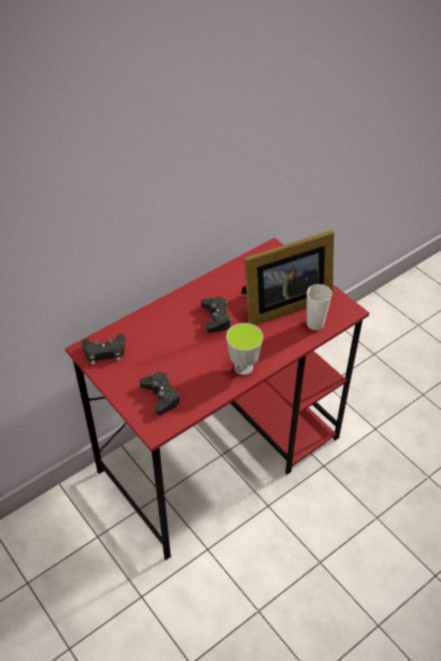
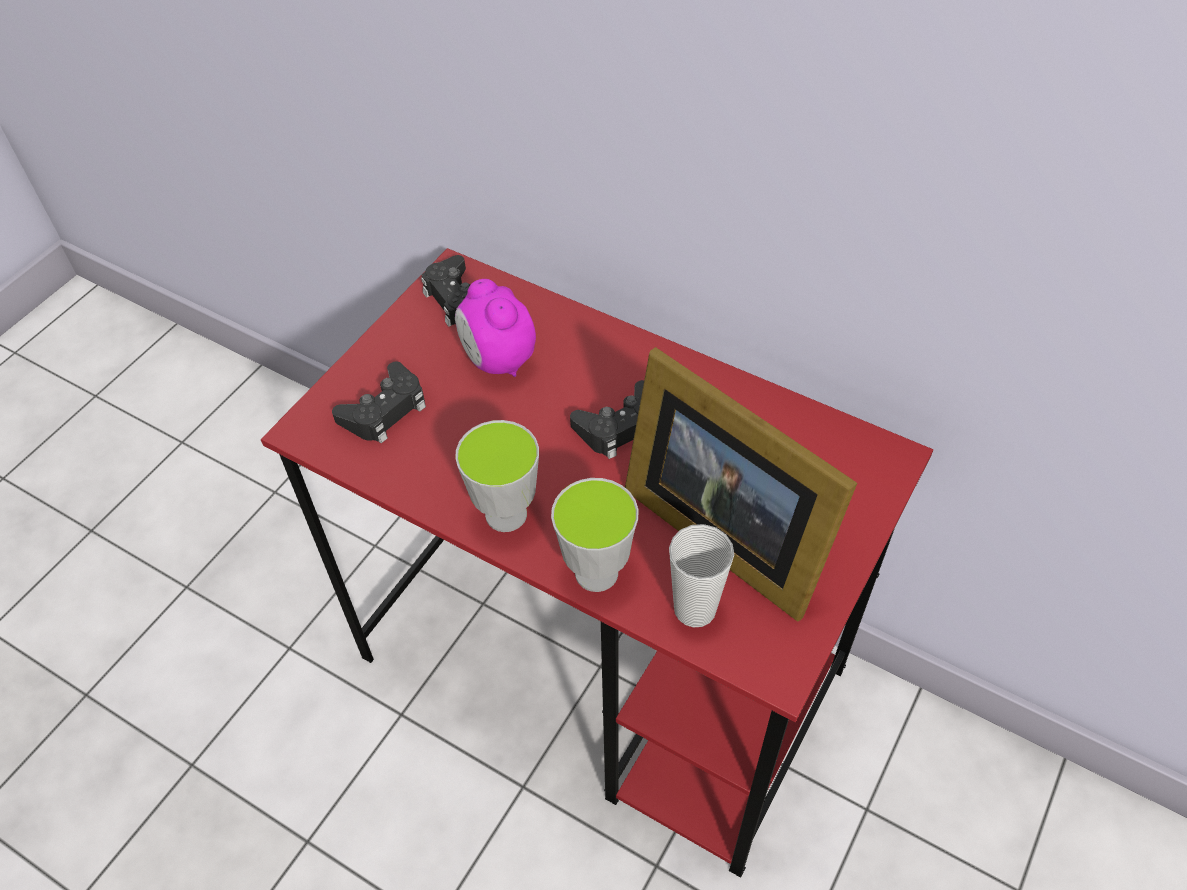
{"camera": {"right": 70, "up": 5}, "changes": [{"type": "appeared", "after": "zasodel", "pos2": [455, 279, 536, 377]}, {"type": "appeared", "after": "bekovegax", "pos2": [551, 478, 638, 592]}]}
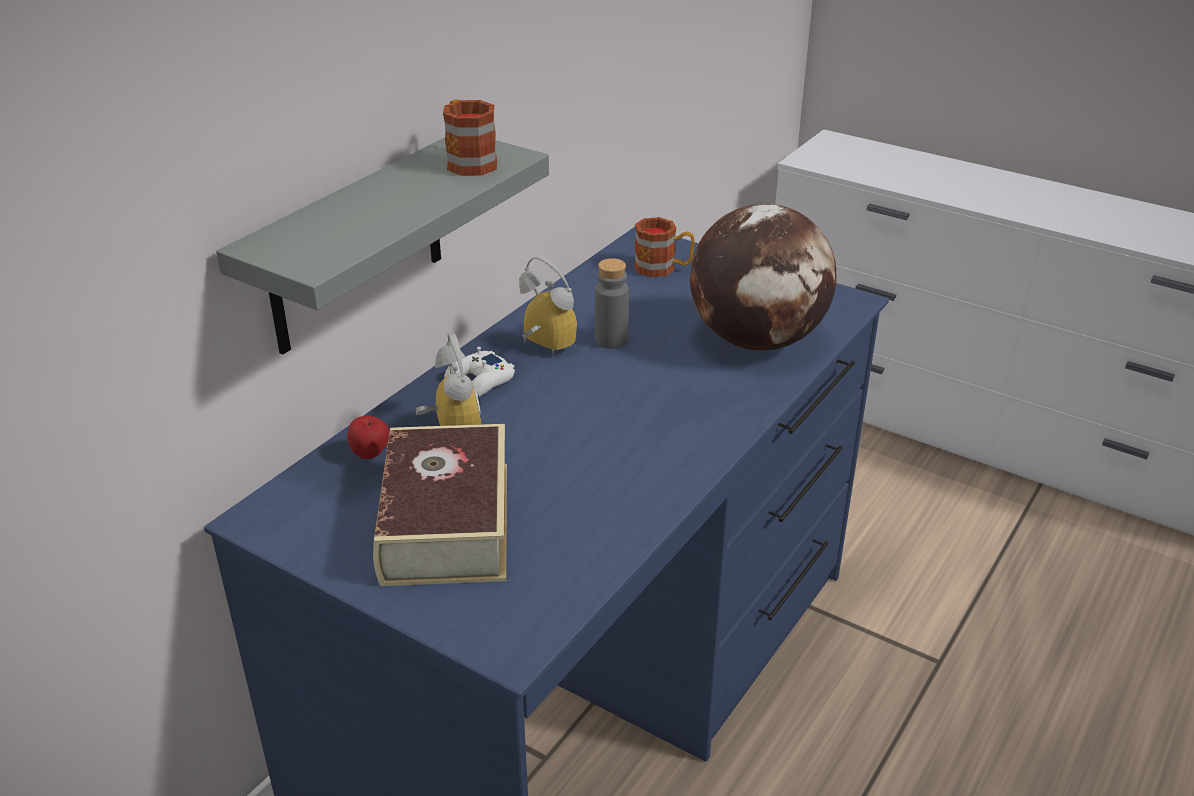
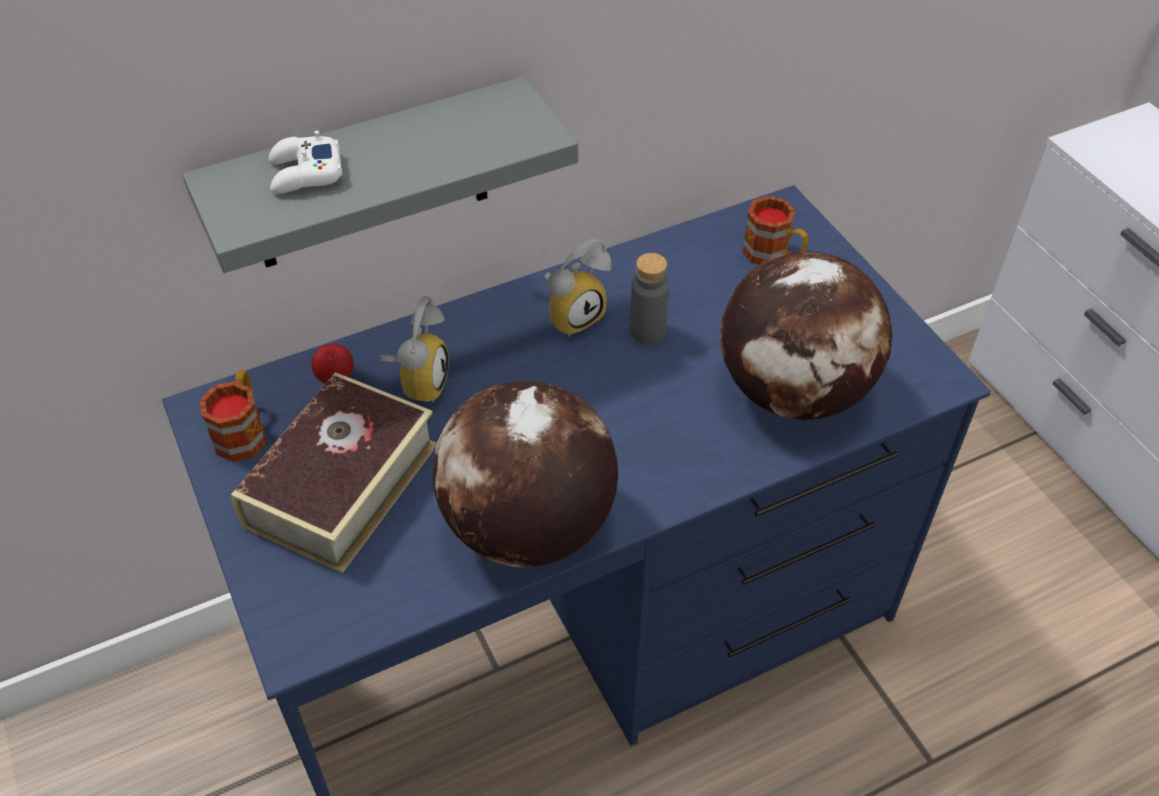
{"camera": {"right": 30, "up": 15}, "changes": [{"type": "relocated", "before": "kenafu", "pos1": [443, 99, 497, 176], "pos2": [200, 370, 266, 462]}, {"type": "relocated", "before": "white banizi", "pos1": [444, 347, 515, 397], "pos2": [268, 130, 343, 194]}, {"type": "spun", "before": "zasodel", "pos1": [519, 256, 577, 355], "pos2": [545, 239, 611, 337], "turn": 75}, {"type": "appeared", "after": "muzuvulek", "pos2": [433, 381, 618, 568]}]}
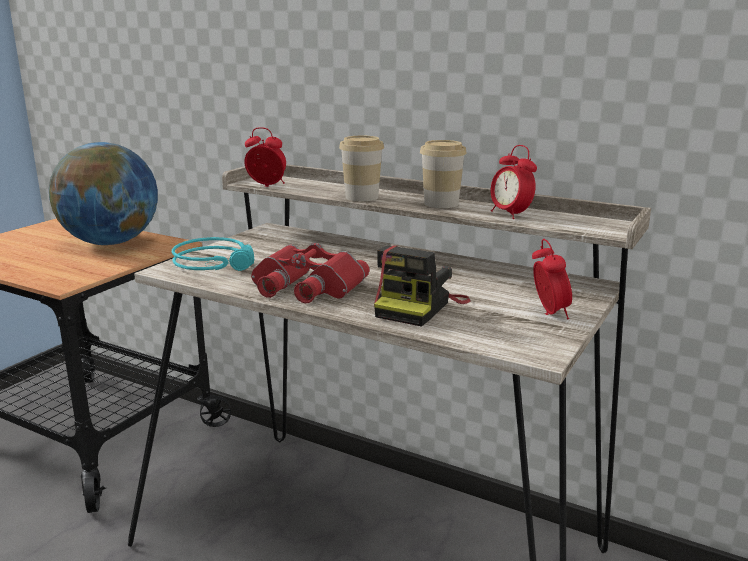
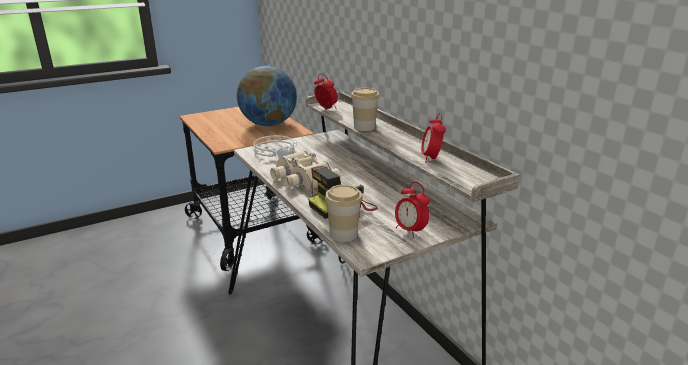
{"camera": {"right": 30, "up": 5}, "changes": [{"type": "colour", "before": "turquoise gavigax", "after": "grey gavigax", "pos1": [172, 237, 254, 271], "pos2": [253, 135, 297, 158]}, {"type": "colour", "before": "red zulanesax", "after": "beige zulanesax", "pos1": [251, 243, 370, 304], "pos2": [270, 150, 341, 190]}, {"type": "relocated", "before": "bekovegax", "pos1": [420, 140, 467, 208], "pos2": [325, 185, 363, 242]}, {"type": "spun", "before": "zasodel", "pos1": [532, 239, 572, 320], "pos2": [395, 182, 430, 238], "turn": 120}]}
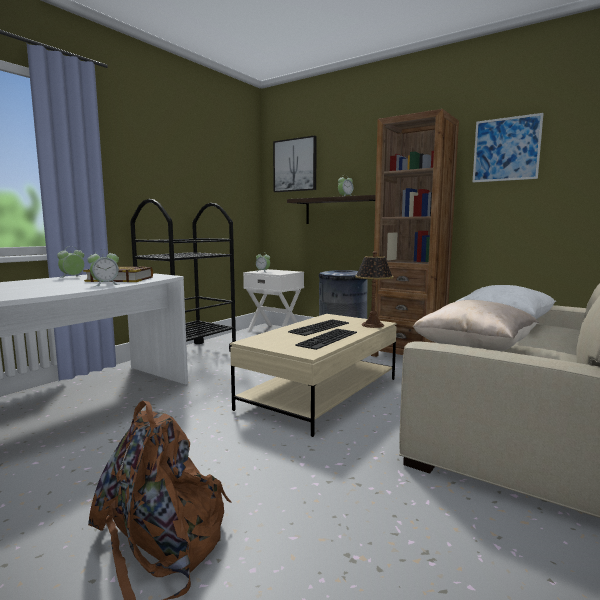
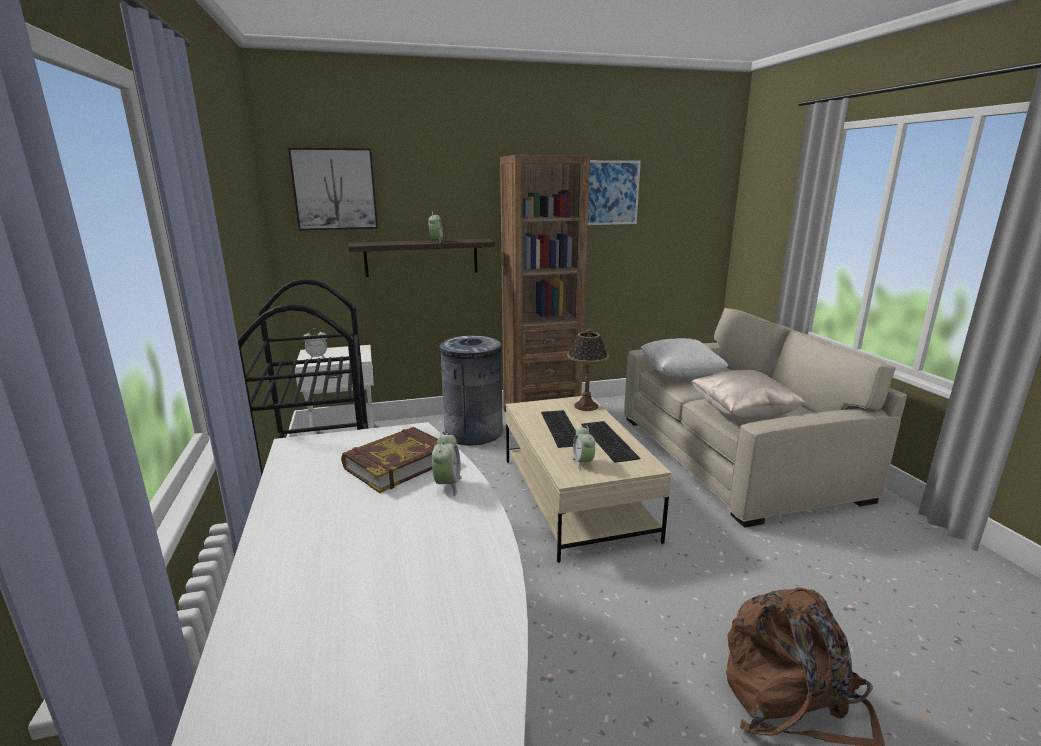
{"camera": {"right": -50, "up": 10}, "changes": [{"type": "relocated", "before": "zasodel", "pos1": [57, 246, 84, 278], "pos2": [572, 426, 595, 471]}]}
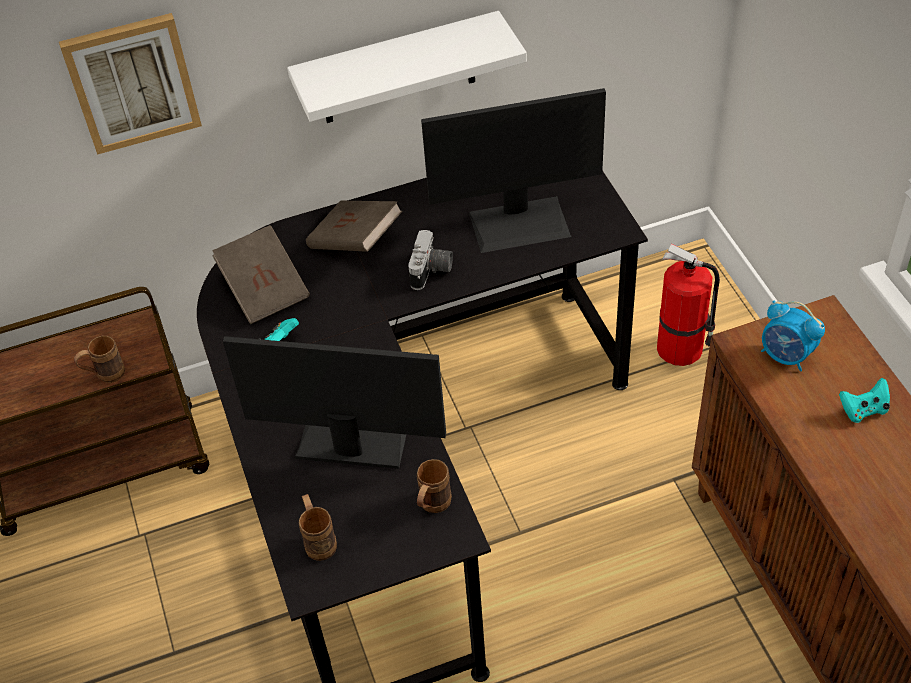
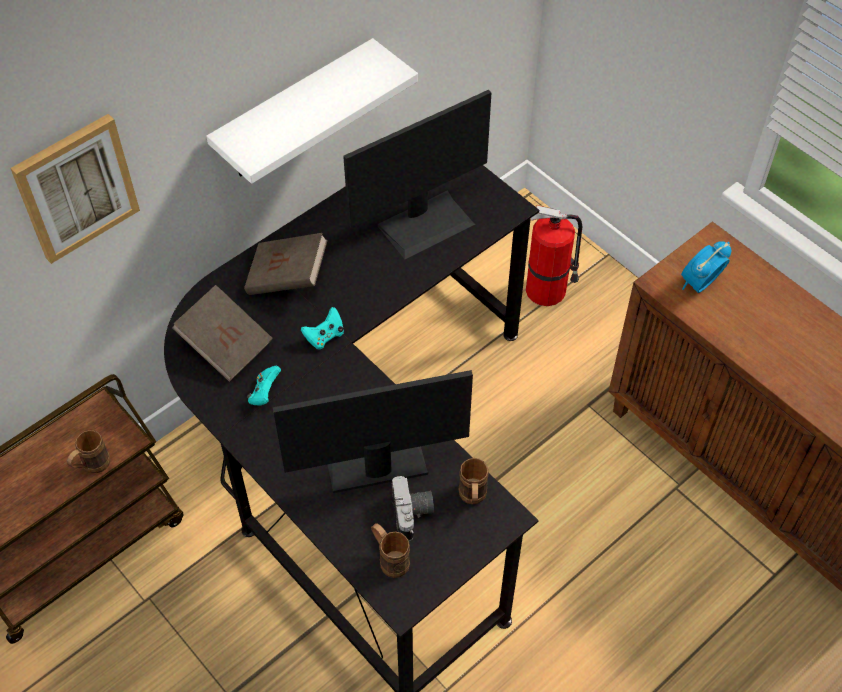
{"camera": {"right": -25, "up": 5}, "changes": [{"type": "relocated", "before": "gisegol", "pos1": [408, 230, 453, 290], "pos2": [392, 476, 434, 541]}, {"type": "spun", "before": "zasodel", "pos1": [761, 301, 825, 371], "pos2": [681, 241, 731, 293], "turn": 120}, {"type": "relocated", "before": "turquoise banizi", "pos1": [839, 378, 890, 423], "pos2": [301, 307, 344, 349]}]}
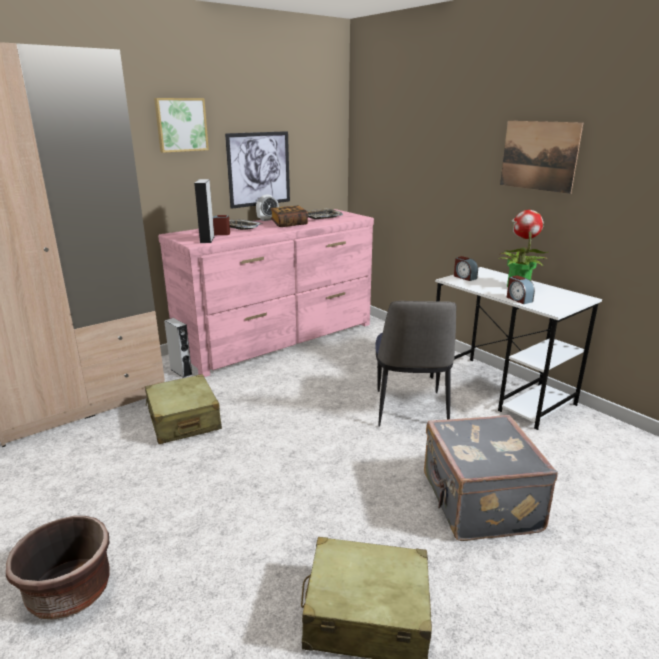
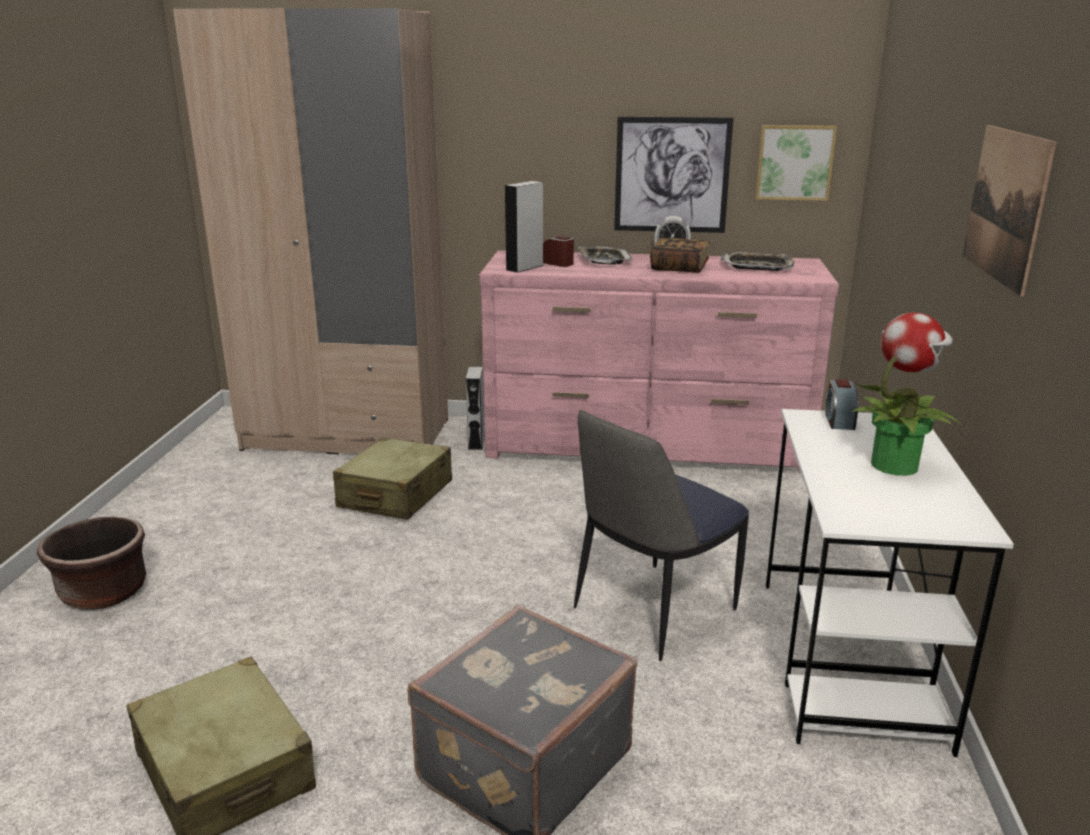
{"camera": {"right": 45, "up": 0}, "changes": [{"type": "relocated", "before": "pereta", "pos1": [154, 98, 209, 153], "pos2": [755, 125, 837, 201]}, {"type": "missing", "before": "zasodel", "pos1": [507, 275, 535, 304]}]}
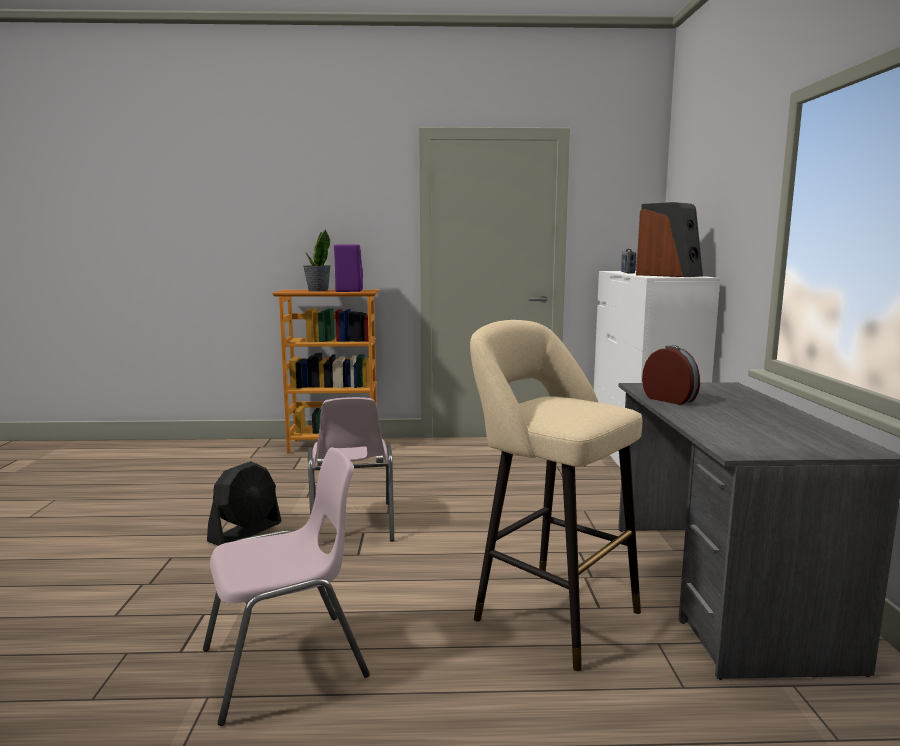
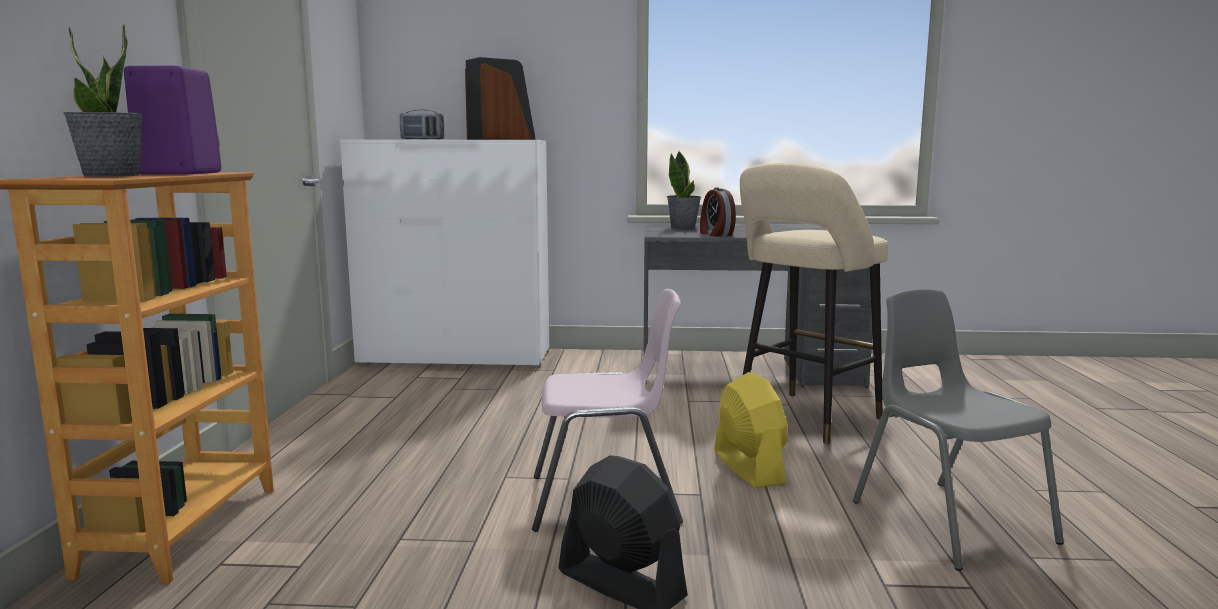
{"camera": {"right": -85, "up": 0}, "changes": [{"type": "colour", "before": "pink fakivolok", "after": "grey fakivolok", "pos1": [203, 447, 370, 726], "pos2": [853, 289, 1064, 571]}, {"type": "spun", "before": "zasodel", "pos1": [642, 345, 700, 405], "pos2": [700, 187, 736, 237], "turn": -75}, {"type": "appeared", "after": "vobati", "pos2": [667, 151, 701, 229]}, {"type": "appeared", "after": "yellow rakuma", "pos2": [714, 372, 788, 488]}]}
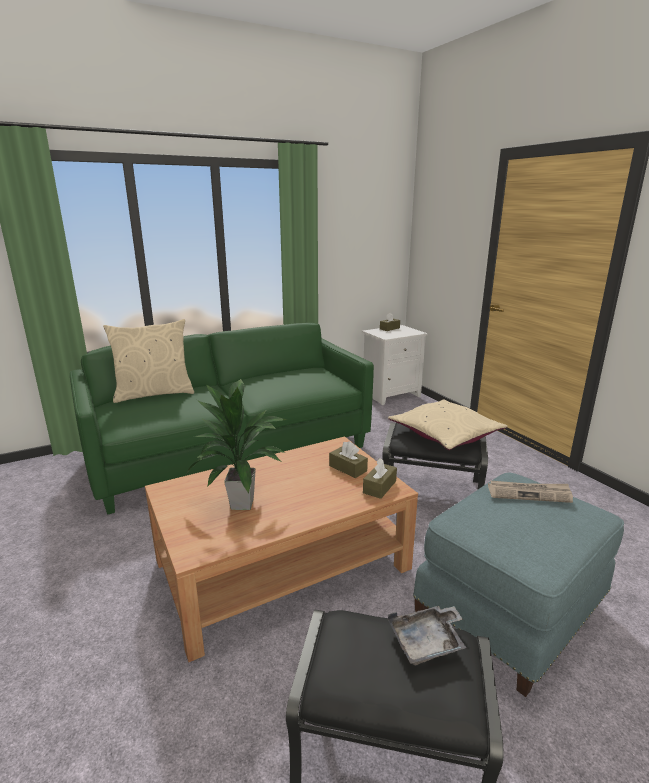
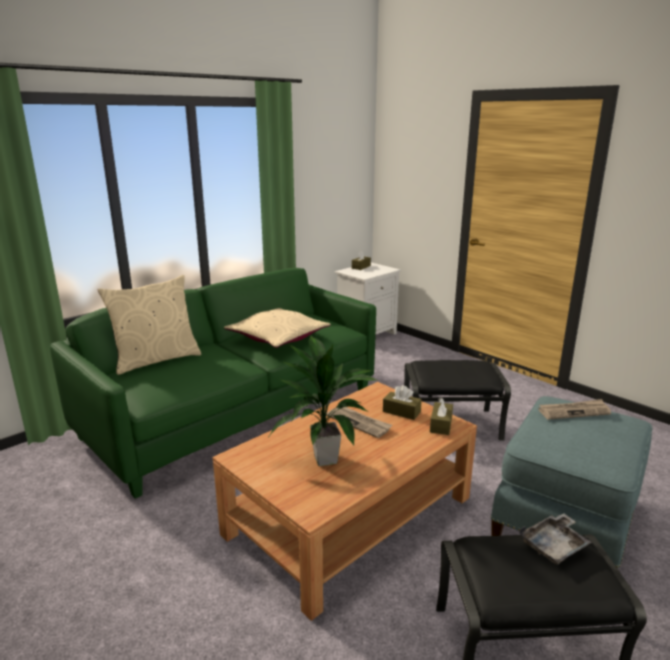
{"camera": {"right": -15, "up": 0}, "changes": [{"type": "relocated", "before": "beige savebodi", "pos1": [388, 399, 507, 450], "pos2": [224, 308, 331, 348]}, {"type": "appeared", "after": "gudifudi", "pos2": [326, 407, 393, 438]}]}
